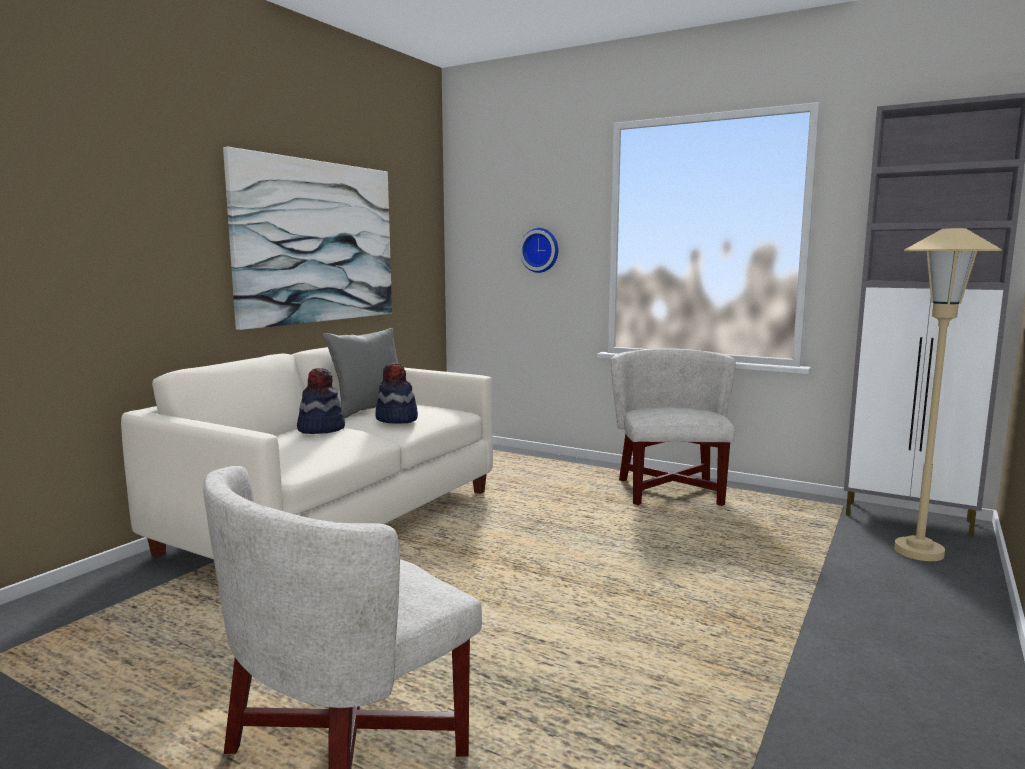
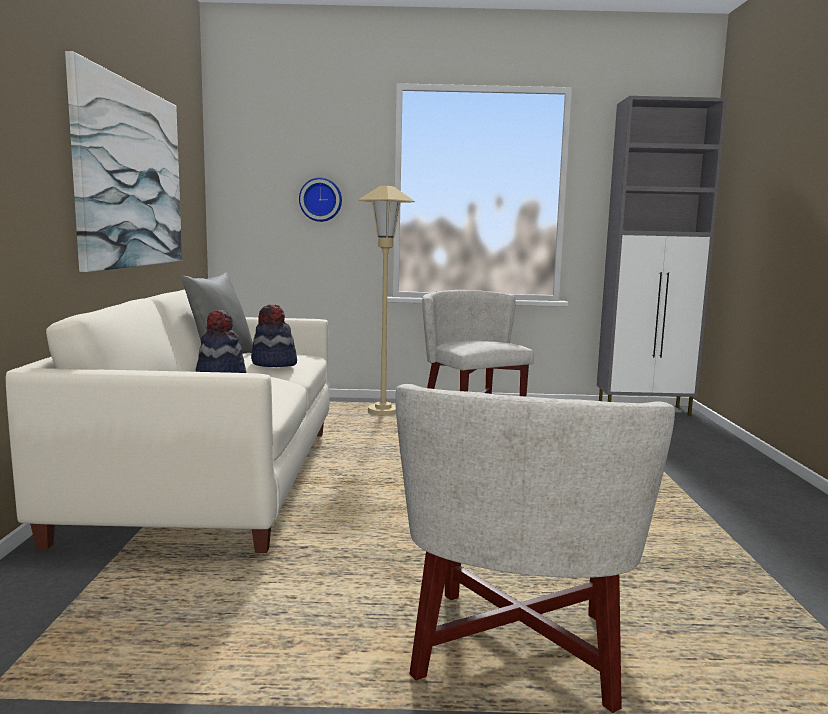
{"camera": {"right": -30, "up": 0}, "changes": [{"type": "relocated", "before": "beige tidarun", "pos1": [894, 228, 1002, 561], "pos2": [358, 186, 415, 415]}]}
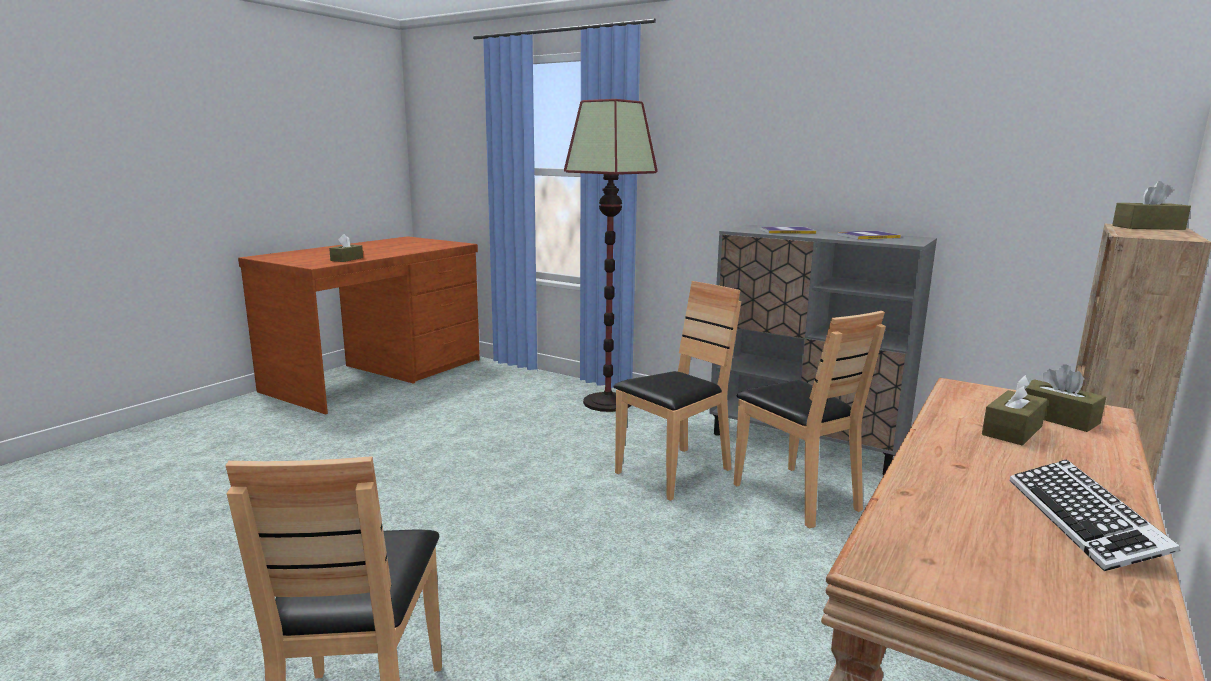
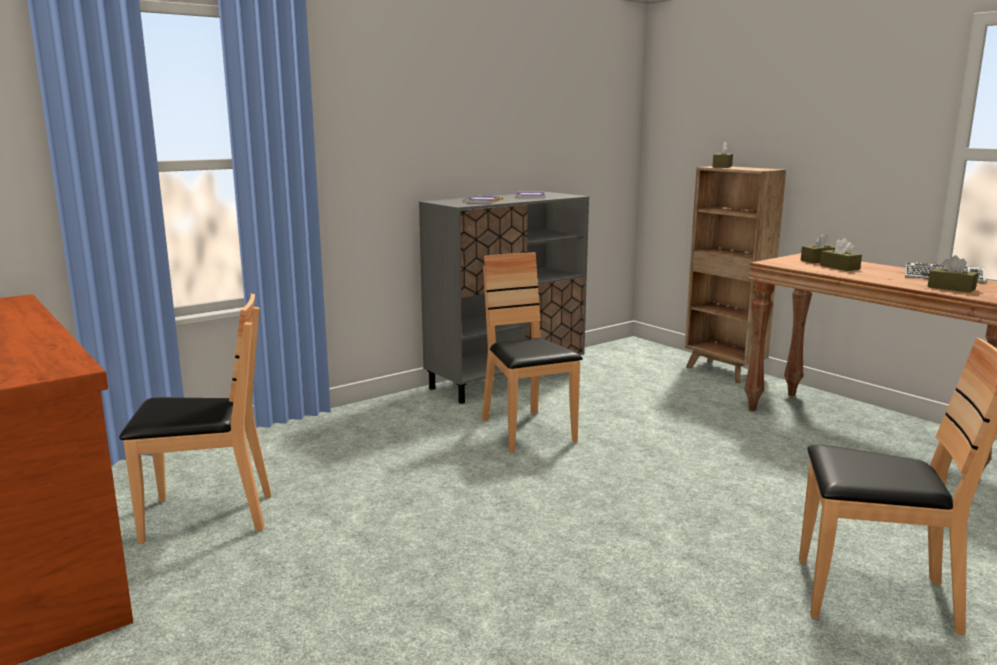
{"camera": {"right": -70, "up": 0}, "changes": [{"type": "relocated", "before": "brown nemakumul", "pos1": [329, 234, 363, 262], "pos2": [928, 255, 978, 293]}, {"type": "missing", "before": "tidarun", "pos1": [564, 99, 658, 412]}, {"type": "relocated", "before": "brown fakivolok", "pos1": [734, 311, 886, 528], "pos2": [119, 293, 271, 544]}]}
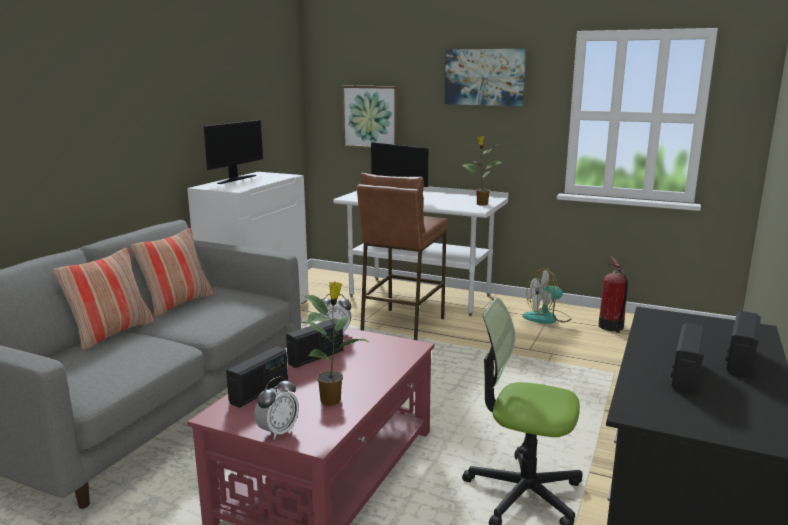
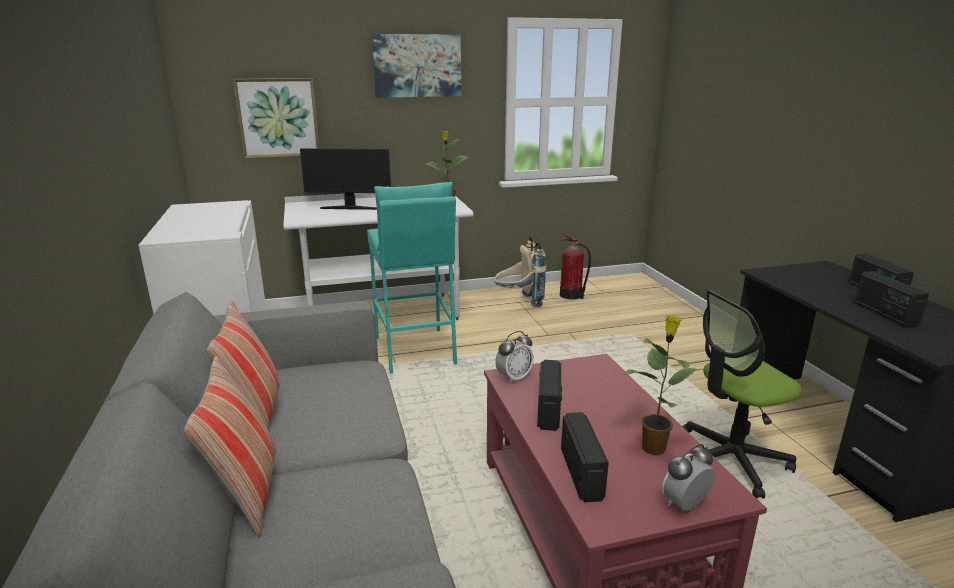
{"camera": {"right": -40, "up": 5}, "changes": [{"type": "missing", "before": "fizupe", "pos1": [204, 120, 263, 184]}, {"type": "spun", "before": "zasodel", "pos1": [254, 376, 299, 440], "pos2": [662, 444, 715, 511], "turn": -120}, {"type": "colour", "before": "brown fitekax", "after": "turquoise fitekax", "pos1": [357, 173, 448, 340], "pos2": [367, 182, 457, 374]}, {"type": "exchanged", "before": "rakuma", "after": "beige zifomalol", "pos1": [523, 268, 572, 324], "pos2": [493, 236, 547, 307]}]}
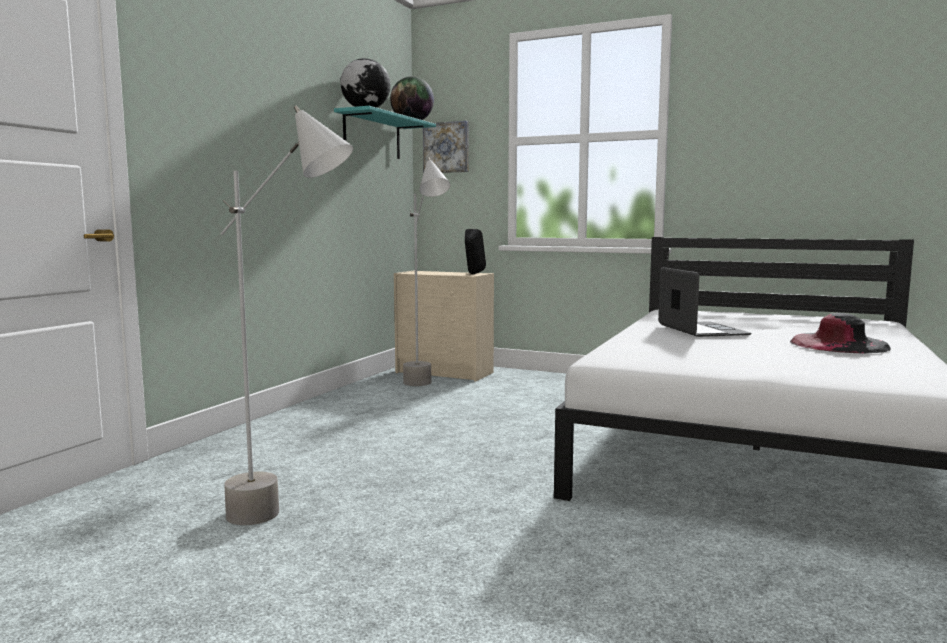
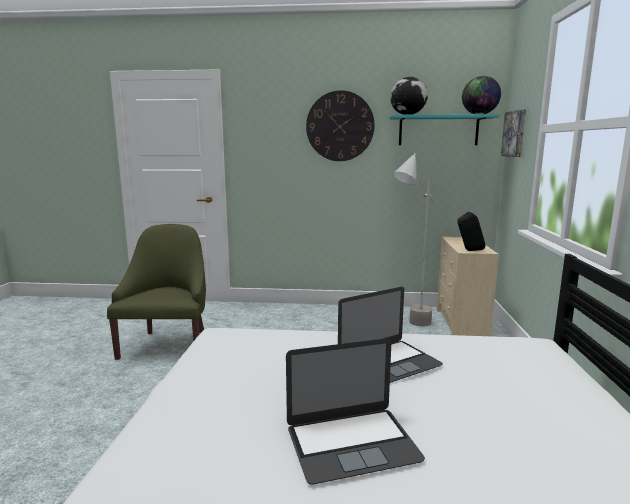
{"camera": {"right": 70, "up": 5}, "changes": [{"type": "exchanged", "before": "grey tidarun", "after": "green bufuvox", "pos1": [221, 106, 353, 525], "pos2": [107, 224, 206, 360]}, {"type": "exchanged", "before": "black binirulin", "after": "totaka", "pos1": [790, 313, 891, 353], "pos2": [286, 338, 425, 484]}, {"type": "appeared", "after": "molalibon", "pos2": [306, 90, 375, 161]}]}
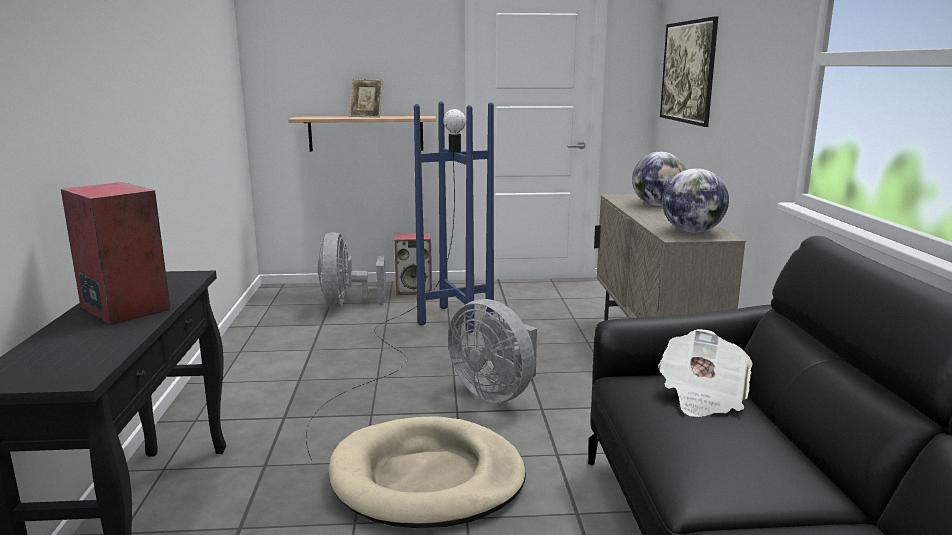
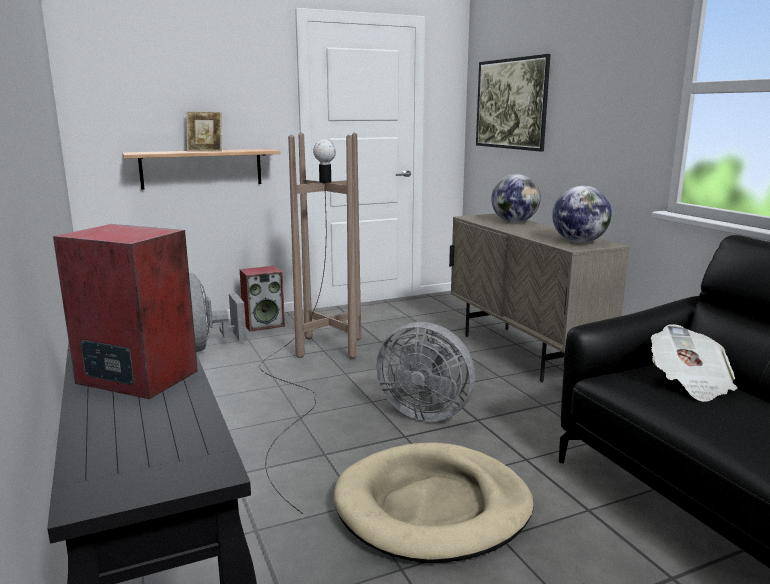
{"camera": {"right": -20, "up": 0}, "changes": [{"type": "colour", "before": "blue tidarun", "after": "brown tidarun", "pos1": [306, 101, 494, 460], "pos2": [259, 132, 361, 514]}]}
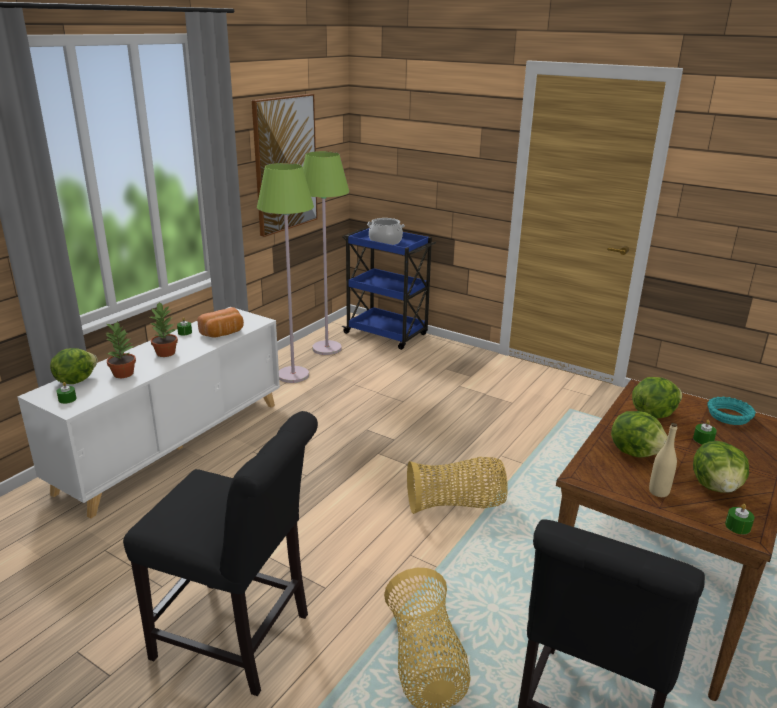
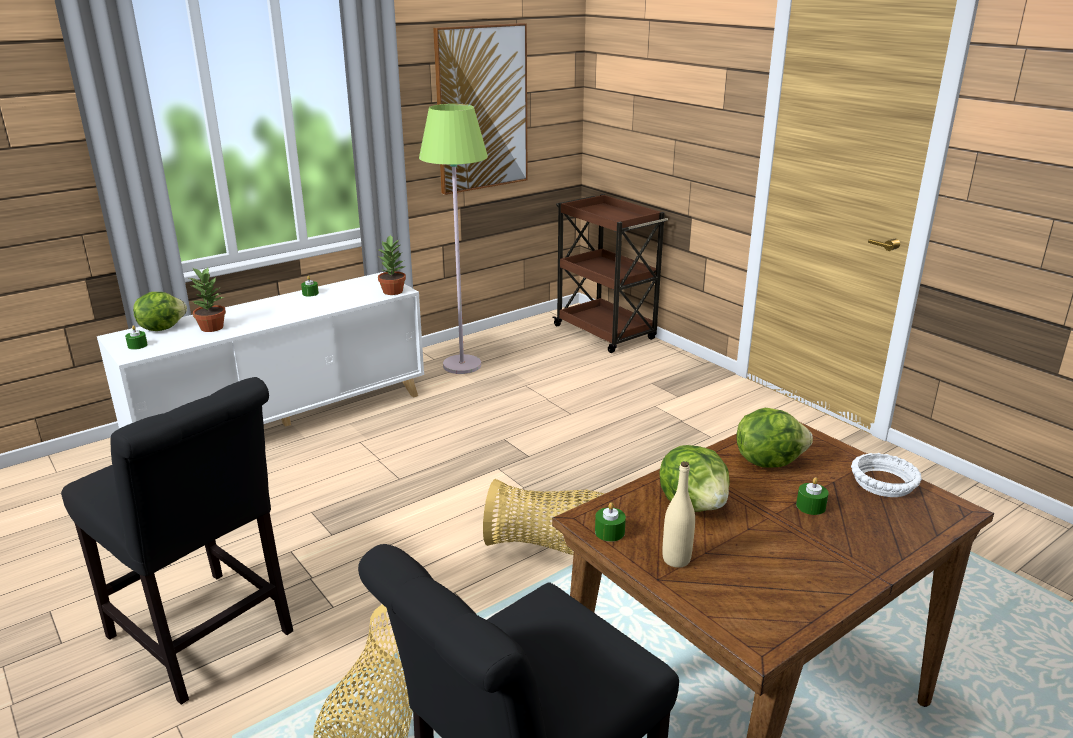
{"camera": {"right": 20, "up": 0}, "changes": [{"type": "relocated", "before": "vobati", "pos1": [150, 302, 178, 357], "pos2": [377, 234, 406, 295]}, {"type": "missing", "before": "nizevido", "pos1": [197, 307, 244, 337]}, {"type": "missing", "before": "green tidarun", "pos1": [303, 151, 349, 355]}, {"type": "colour", "before": "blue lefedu", "after": "brown lefedu", "pos1": [342, 227, 436, 350], "pos2": [553, 194, 668, 353]}, {"type": "missing", "before": "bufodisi", "pos1": [367, 218, 405, 245]}, {"type": "missing", "before": "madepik", "pos1": [693, 441, 749, 493]}, {"type": "colour", "before": "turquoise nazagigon", "after": "white nazagigon", "pos1": [707, 397, 756, 425], "pos2": [851, 453, 922, 497]}, {"type": "relocated", "before": "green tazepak", "pos1": [725, 504, 754, 535], "pos2": [595, 502, 626, 542]}]}
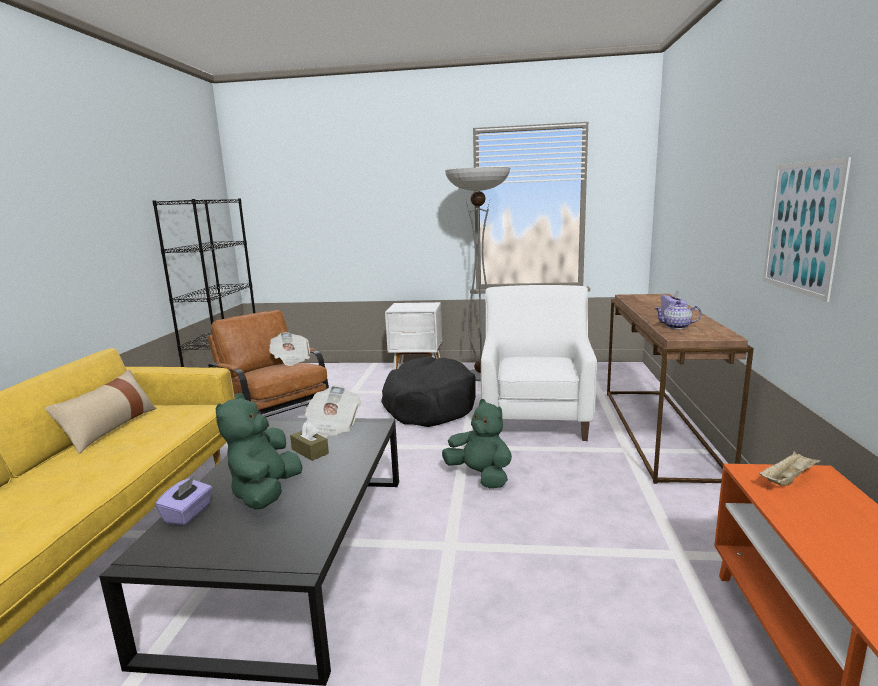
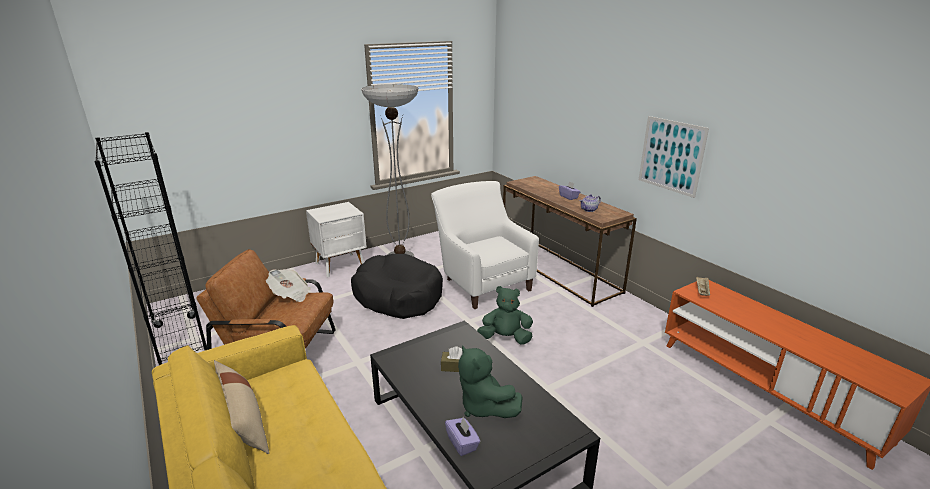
{"camera": {"right": -40, "up": 10}, "changes": [{"type": "missing", "before": "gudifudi", "pos1": [305, 385, 361, 438]}]}
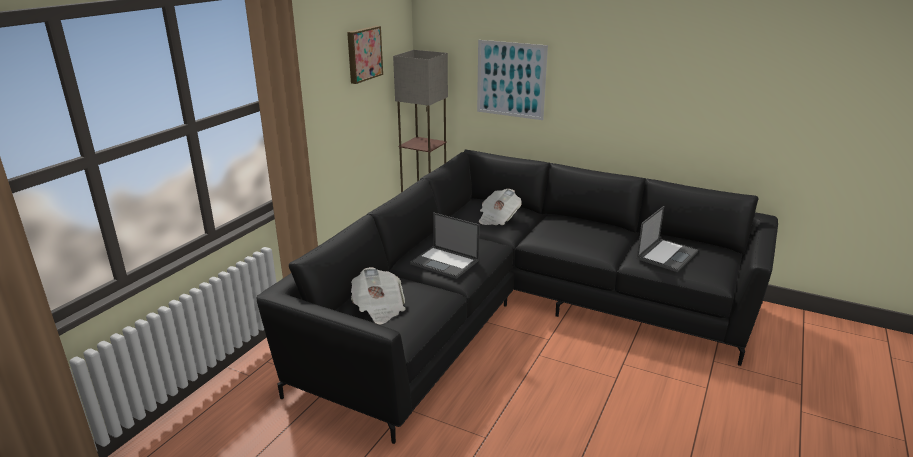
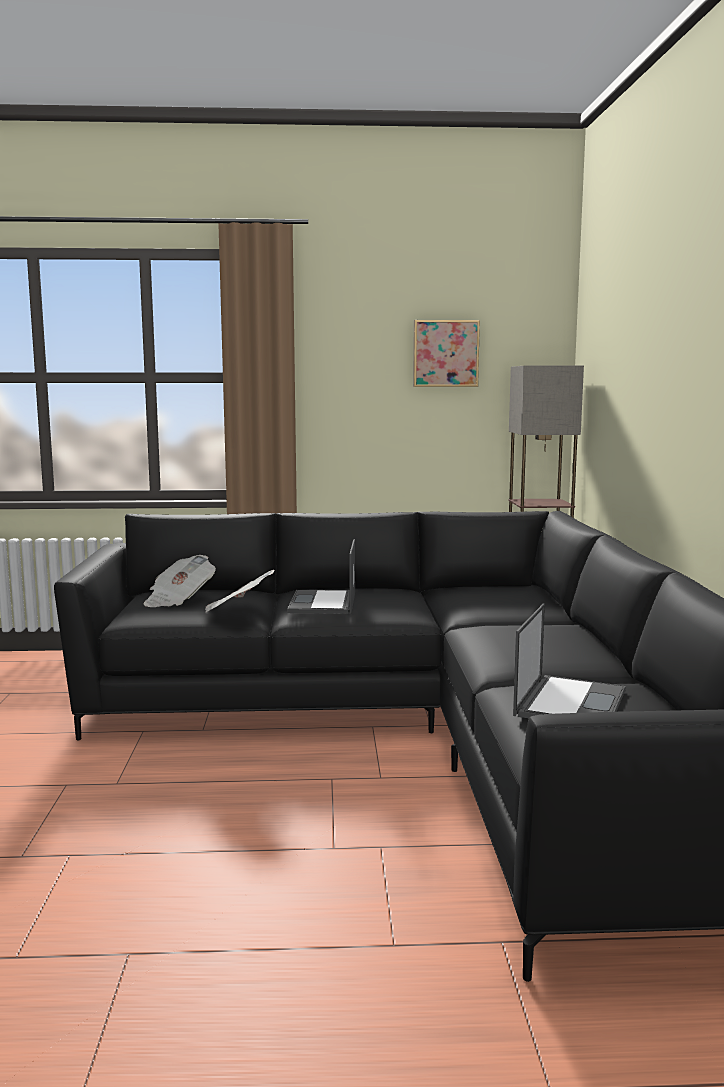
{"camera": {"right": 60, "up": -15}, "changes": [{"type": "missing", "before": "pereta", "pos1": [477, 40, 548, 120]}, {"type": "relocated", "before": "gudifudi", "pos1": [479, 189, 522, 225], "pos2": [205, 570, 274, 612]}, {"type": "spun", "before": "totaka", "pos1": [637, 206, 698, 272], "pos2": [513, 603, 625, 718], "turn": -75}]}
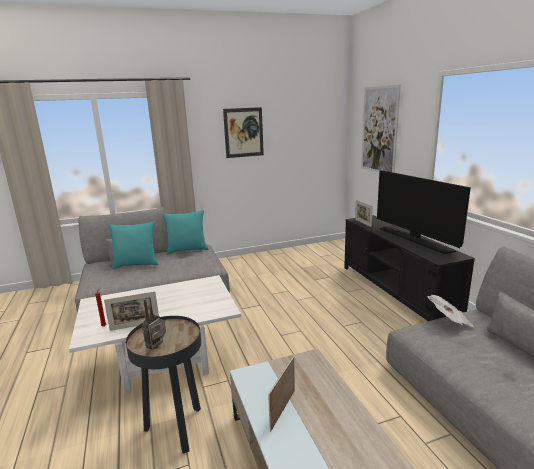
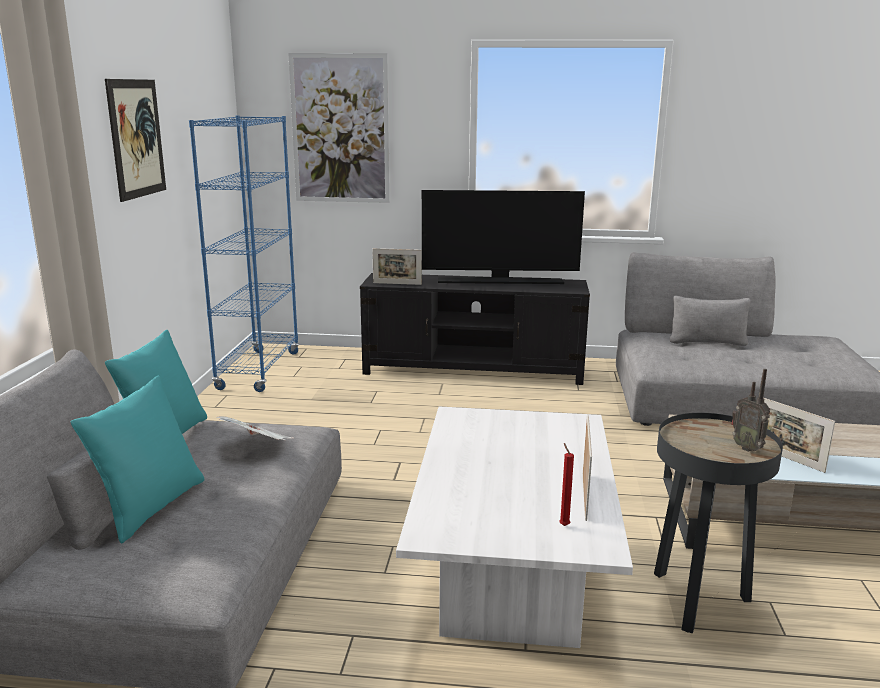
{"camera": {"right": -65, "up": 0}, "changes": [{"type": "relocated", "before": "gudifudi", "pos1": [427, 295, 475, 327], "pos2": [216, 416, 294, 440]}, {"type": "appeared", "after": "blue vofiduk", "pos2": [189, 115, 300, 392]}]}
